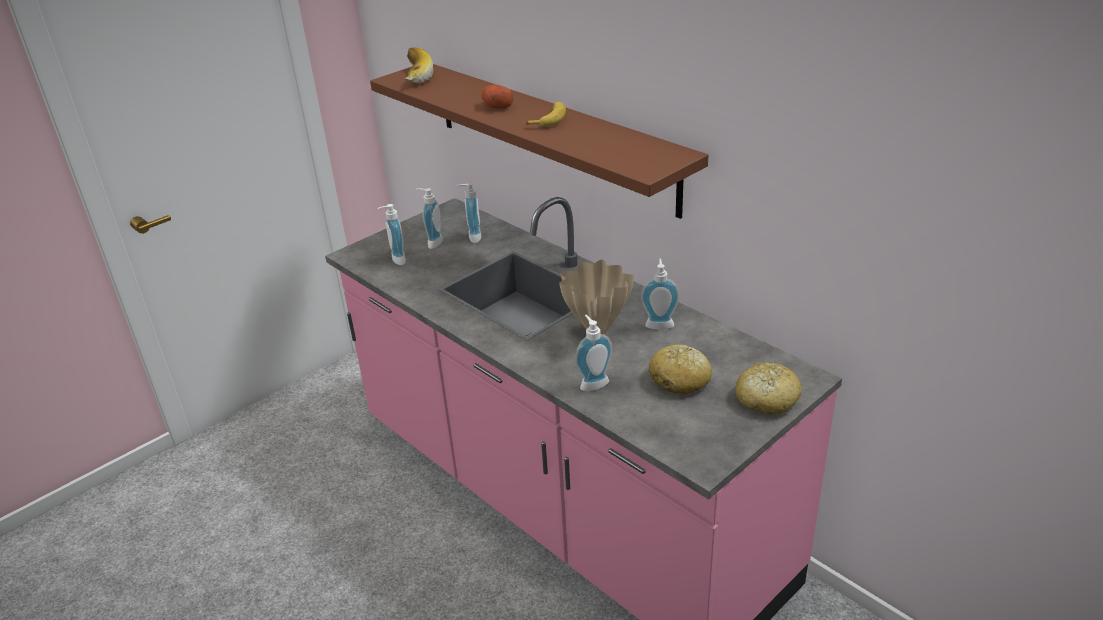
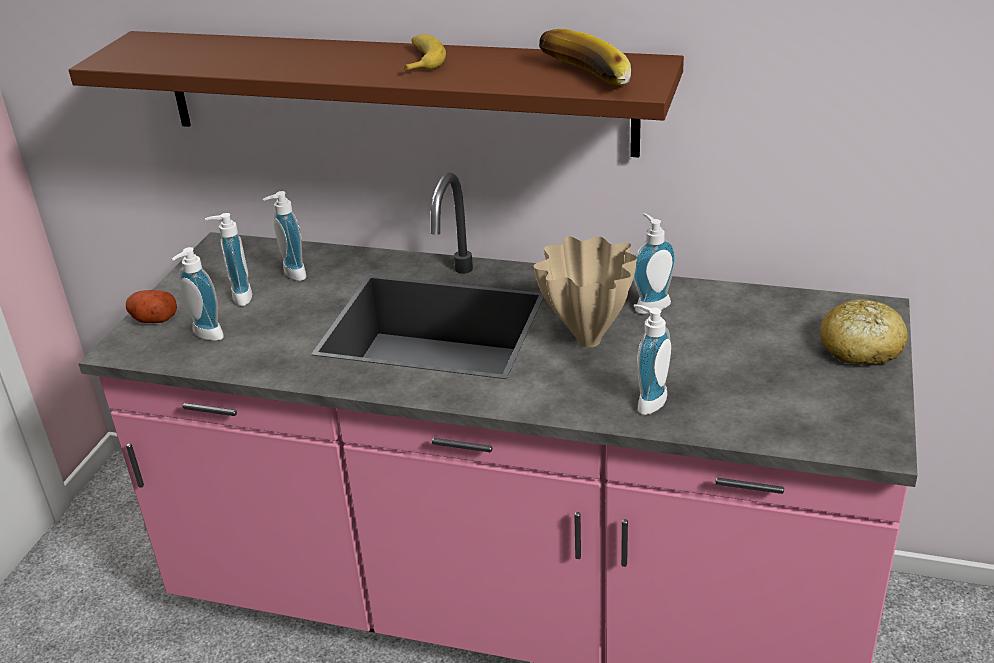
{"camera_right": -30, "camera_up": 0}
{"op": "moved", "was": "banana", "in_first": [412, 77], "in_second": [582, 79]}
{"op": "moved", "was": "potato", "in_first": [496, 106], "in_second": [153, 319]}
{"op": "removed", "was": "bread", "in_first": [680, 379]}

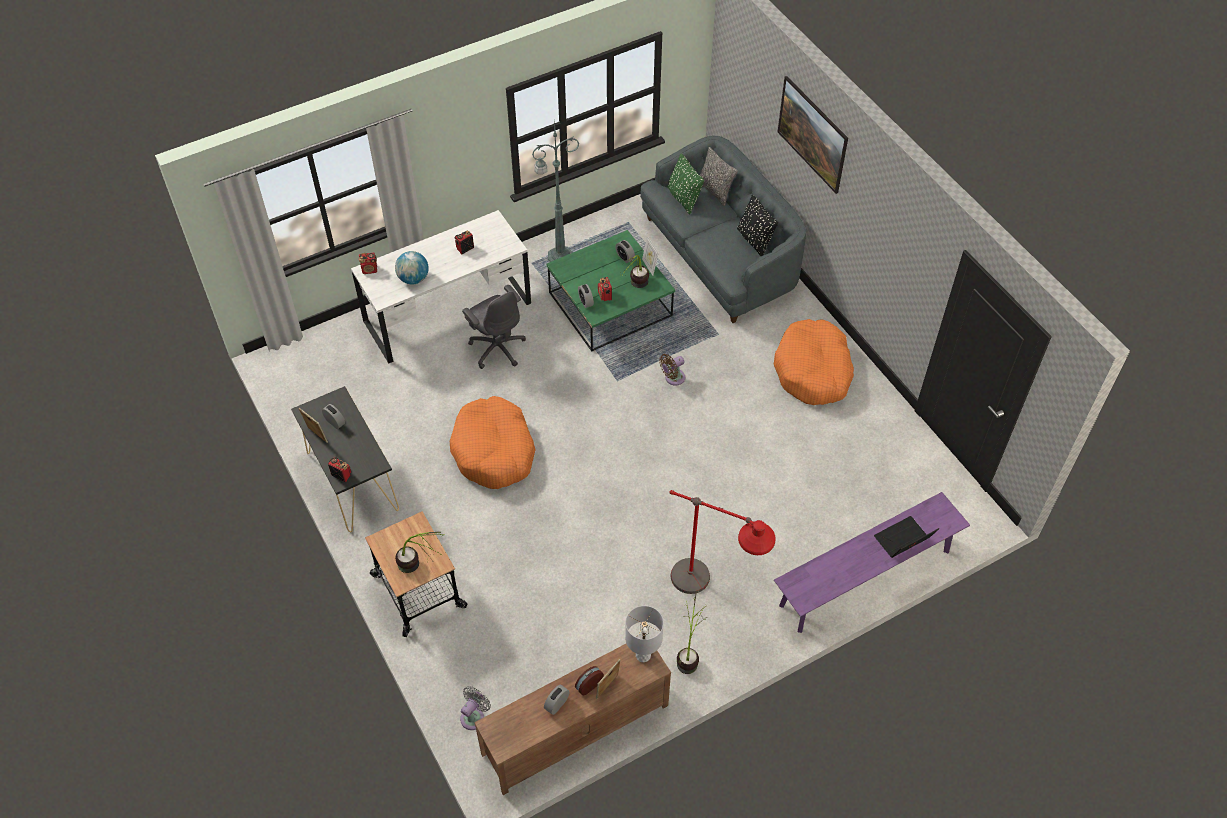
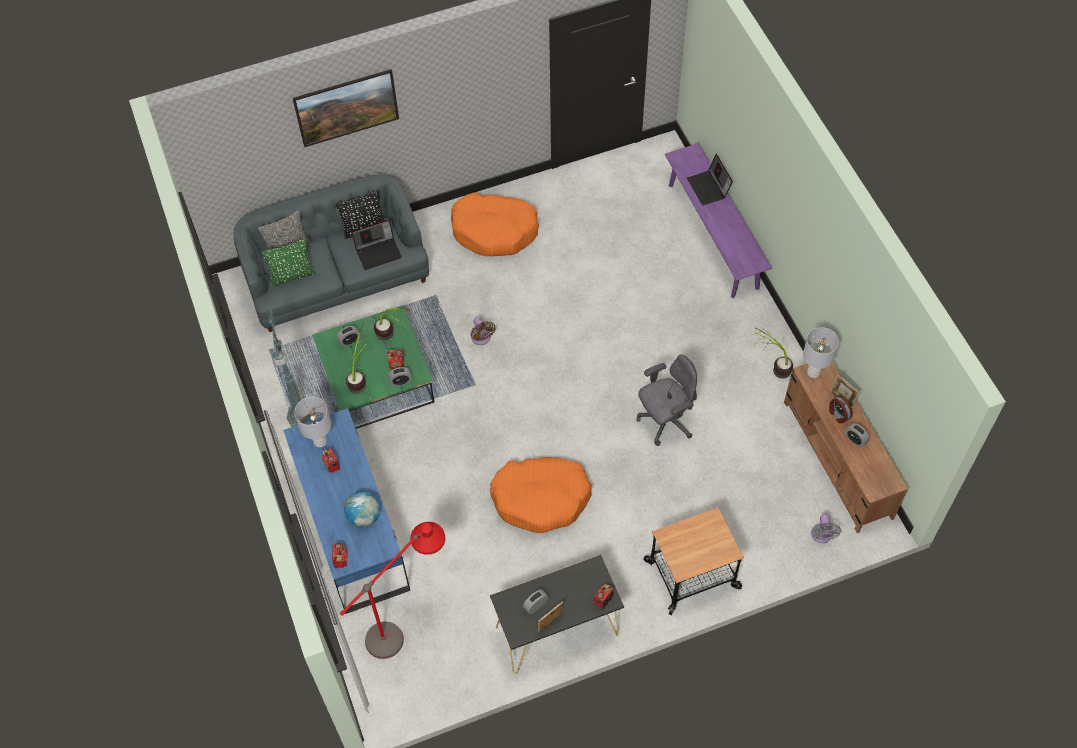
{"camera_right": -80, "camera_up": 5}
{"op": "recoloured", "was": "desk (white)", "now": "desk (blue)", "in_first": [447, 312], "in_second": [352, 528]}
{"op": "moved", "was": "potted plant", "in_first": [421, 566], "in_second": [362, 376]}
{"op": "turned", "was": "fan (grey)", "in_first": [474, 716], "in_second": [821, 536], "clockwise": -135}
{"op": "moved", "was": "office chair (grey)", "in_first": [497, 348], "in_second": [665, 421]}
{"op": "removed", "was": "picture frame", "in_first": [649, 266]}
{"op": "moved", "was": "floor lamp (red)", "in_first": [711, 594], "in_second": [407, 624]}
{"op": "added", "now": "table lamp (grey)", "in_second": [320, 441]}
{"op": "added", "now": "laptop", "in_second": [378, 252]}

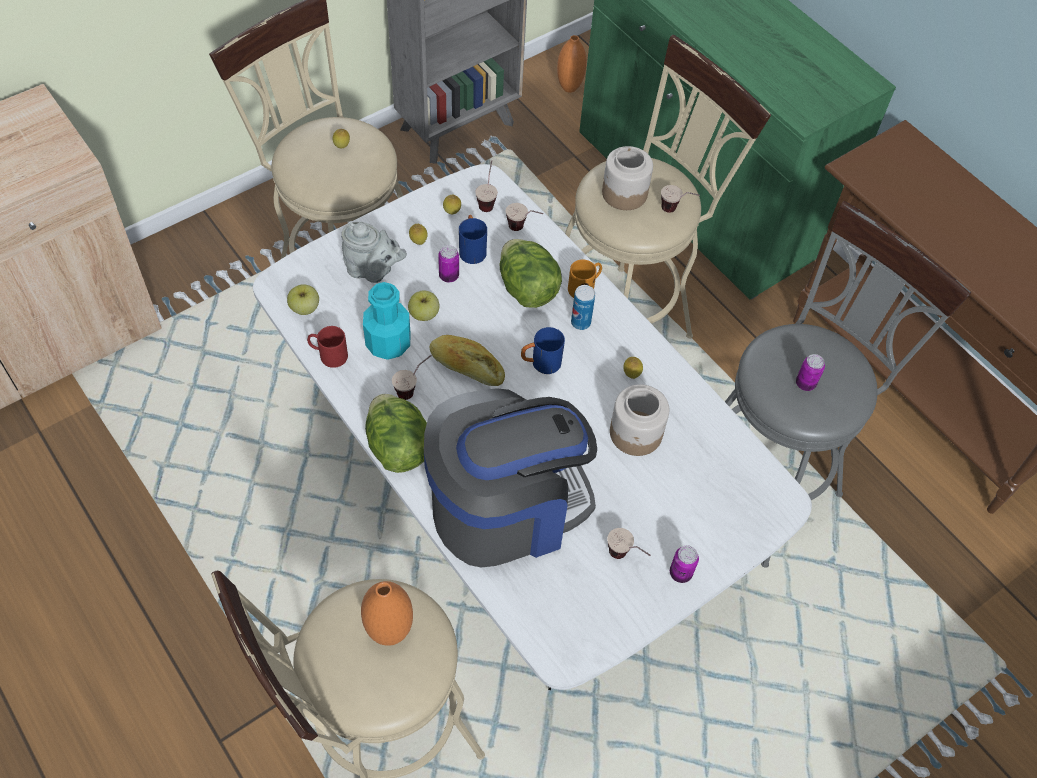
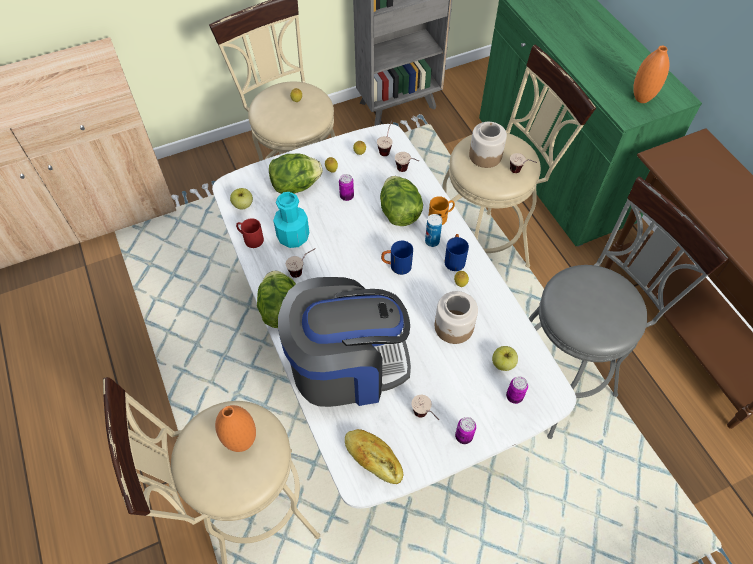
{"camera_right": 15, "camera_up": 0}
{"op": "replaced", "was": "teapot (grey)", "now": "lettuce", "in_first": [373, 271], "in_second": [295, 186]}
{"op": "moved", "was": "apple", "in_first": [424, 314], "in_second": [503, 364]}
{"op": "moved", "was": "bread", "in_first": [466, 367], "in_second": [373, 459]}
{"op": "moved", "was": "mug (blue)", "in_first": [472, 249], "in_second": [454, 259]}
{"op": "moved", "was": "vase (orange)", "in_first": [569, 88], "in_second": [641, 98]}
{"op": "moved", "was": "can", "in_first": [805, 383], "in_second": [514, 396]}

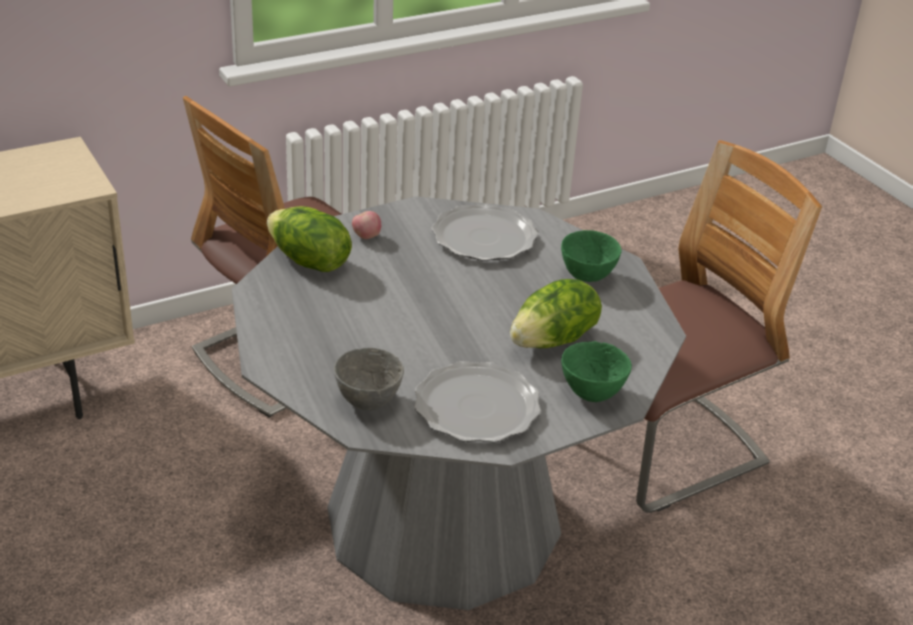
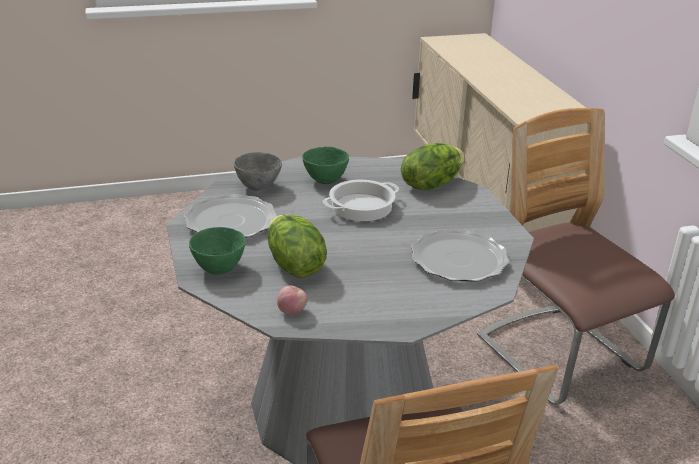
{"camera_right": 105, "camera_up": -5}
{"op": "moved", "was": "apple", "in_first": [366, 237], "in_second": [292, 311]}
{"op": "moved", "was": "bowl (green)", "in_first": [588, 276], "in_second": [325, 181]}
{"op": "added", "now": "cooking pot", "in_second": [361, 206]}

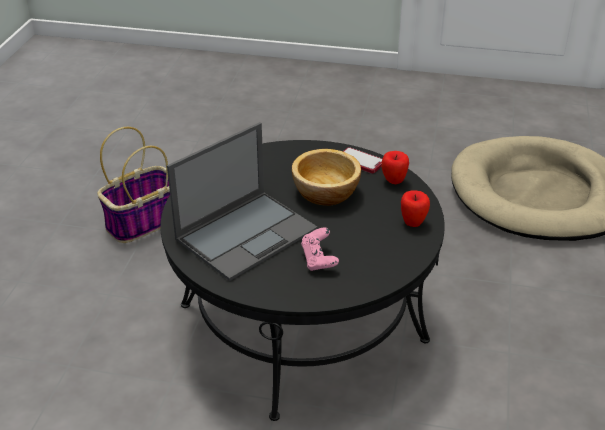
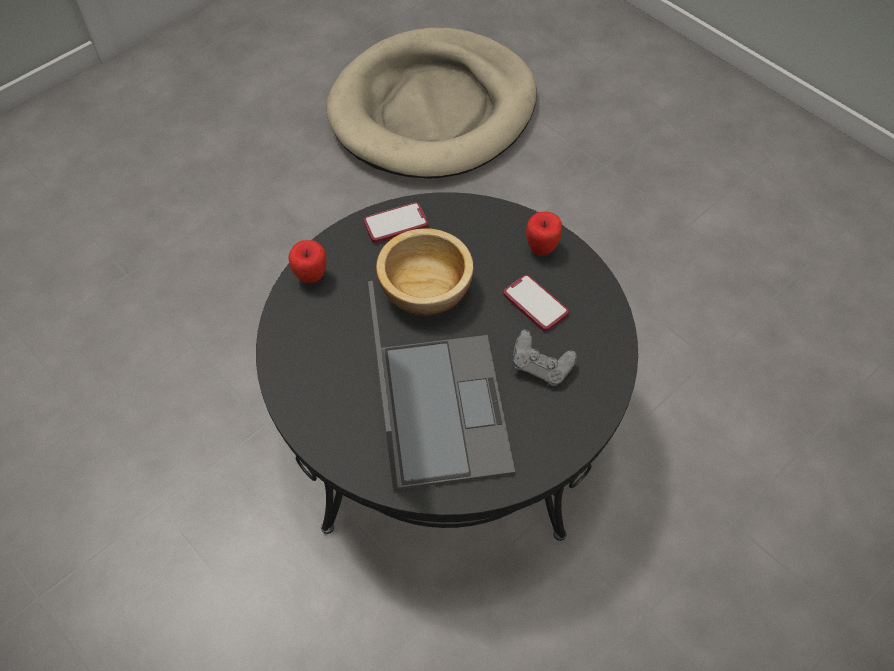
{"camera_right": -55, "camera_up": 20}
{"op": "removed", "was": "basket", "in_first": [144, 221]}
{"op": "recoloured", "was": "game controller (pink)", "now": "game controller (grey)", "in_first": [319, 260], "in_second": [540, 367]}
{"op": "moved", "was": "apple", "in_first": [394, 181], "in_second": [311, 277]}
{"op": "added", "now": "phone", "in_second": [535, 304]}

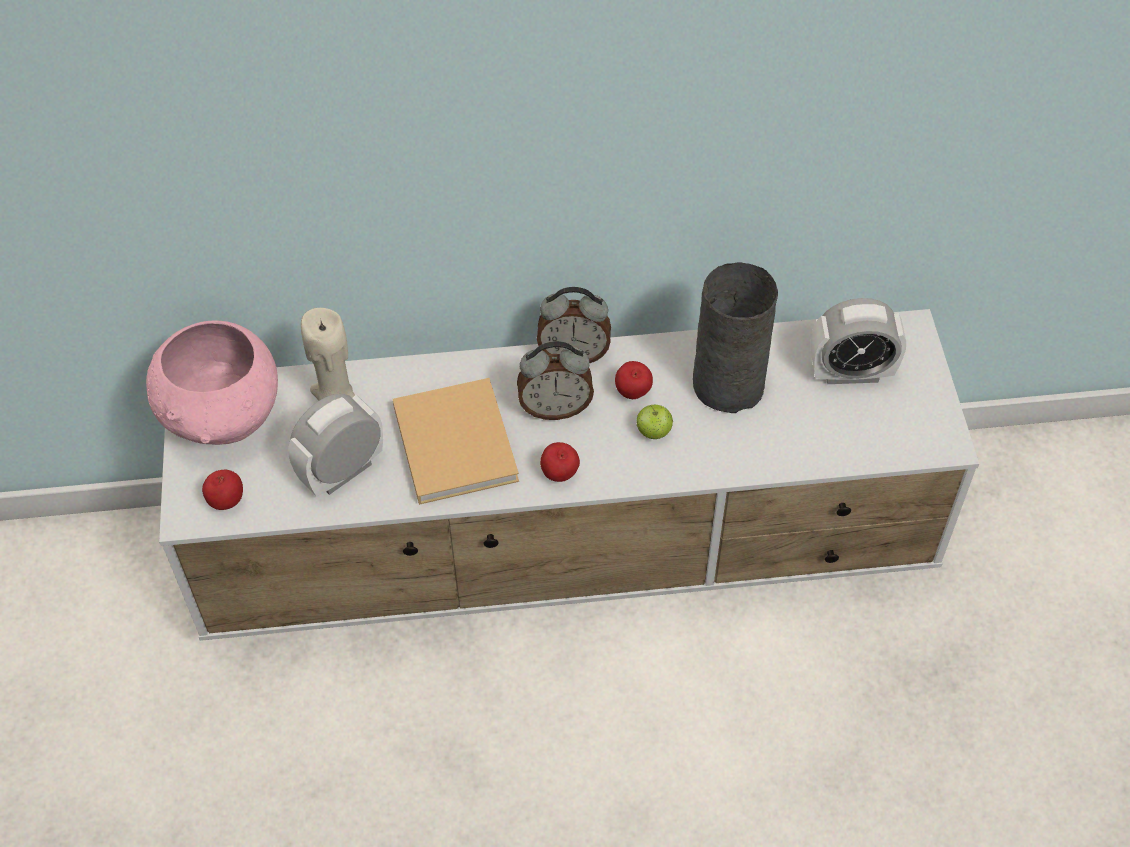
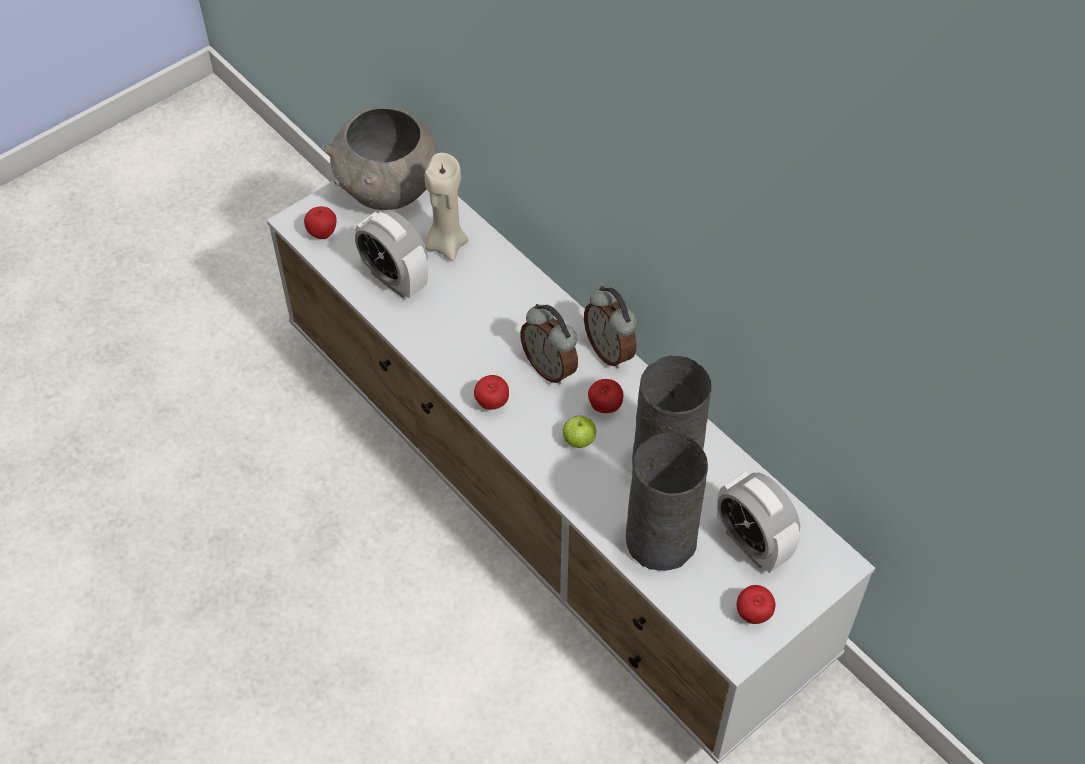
{"camera_right": 55, "camera_up": 0}
{"op": "recoloured", "was": "bowl (pink)", "now": "bowl (grey)", "in_first": [224, 418], "in_second": [388, 192]}
{"op": "turned", "was": "alarm clock", "in_first": [342, 471], "in_second": [395, 279], "clockwise": -150}
{"op": "removed", "was": "book (beige)", "in_first": [454, 440]}
{"op": "added", "now": "vase (grey)", "in_second": [659, 539]}
{"op": "added", "now": "apple", "in_second": [753, 615]}

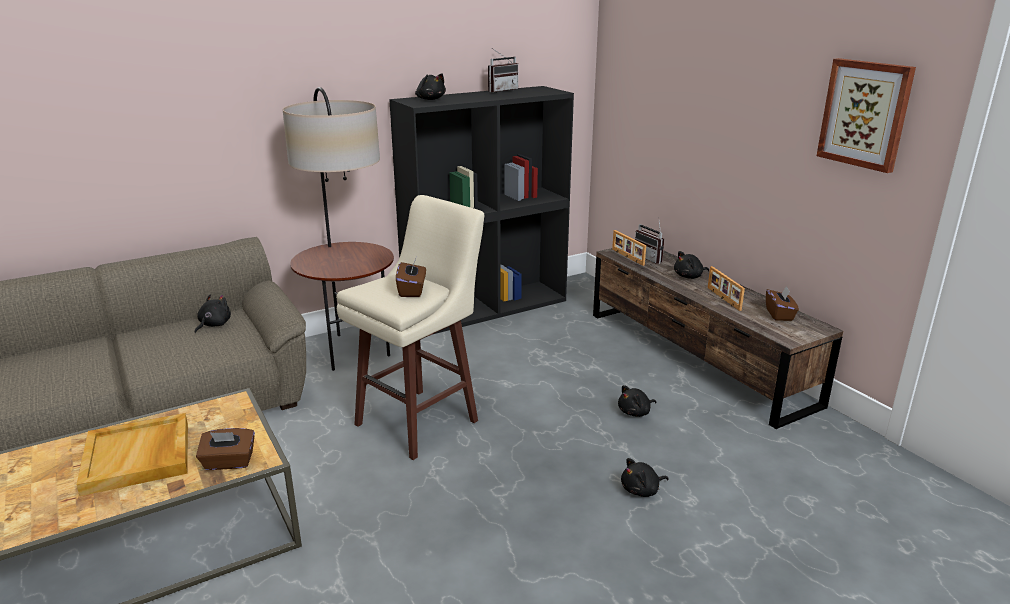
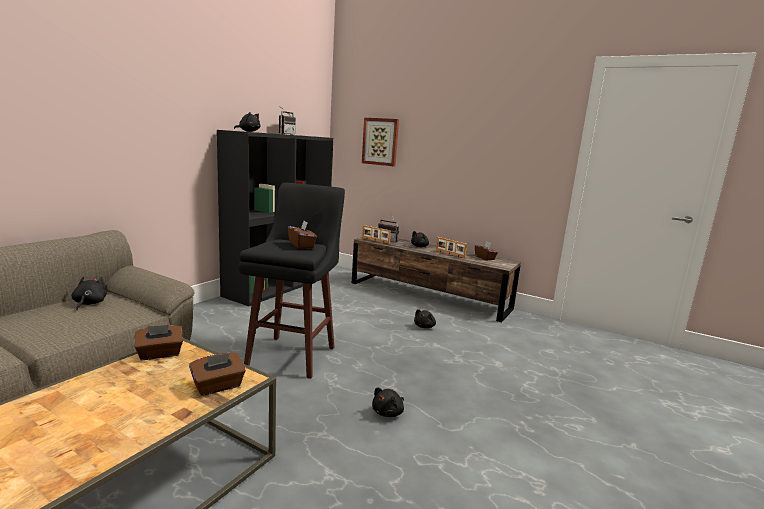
{"camera_right": -30, "camera_up": -10}
{"op": "removed", "was": "tray (beige)", "in_first": [138, 457]}
{"op": "removed", "was": "floor lamp", "in_first": [351, 350]}
{"op": "recoloured", "was": "stool (beige)", "now": "stool (black)", "in_first": [420, 422], "in_second": [293, 355]}
{"op": "moved", "was": "plush toy (black)", "in_first": [642, 490], "in_second": [388, 412]}
{"op": "moved", "was": "picture", "in_first": [865, 114], "in_second": [380, 141]}
{"op": "added", "now": "tissue box (brown)", "in_second": [160, 354]}

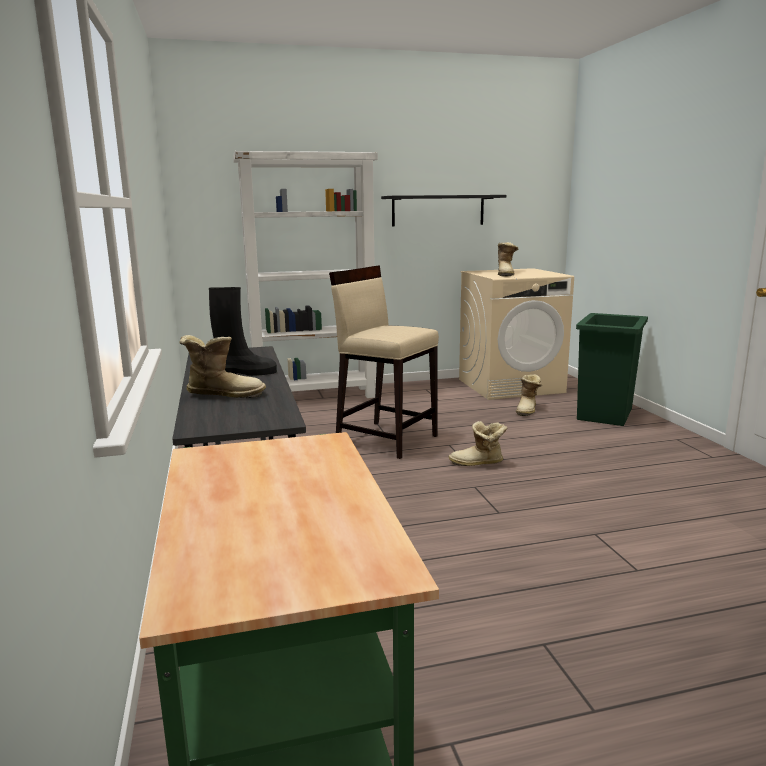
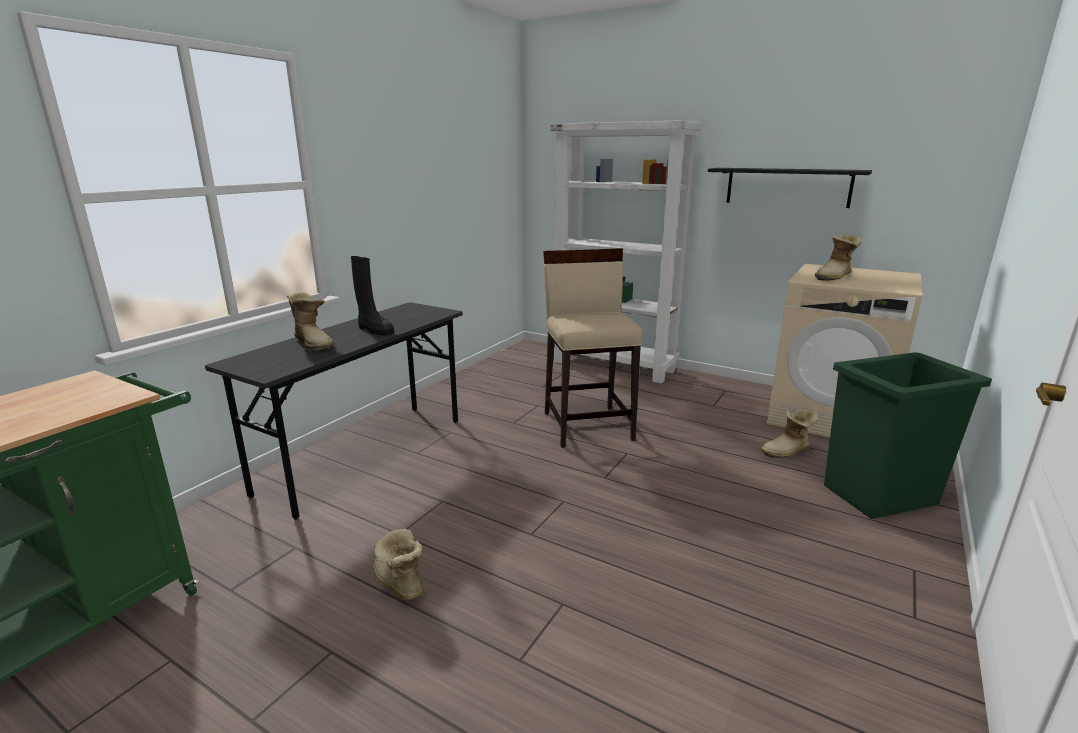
{"camera_right": 45, "camera_up": 5}
{"op": "moved", "was": "boot", "in_first": [478, 463], "in_second": [398, 585]}

